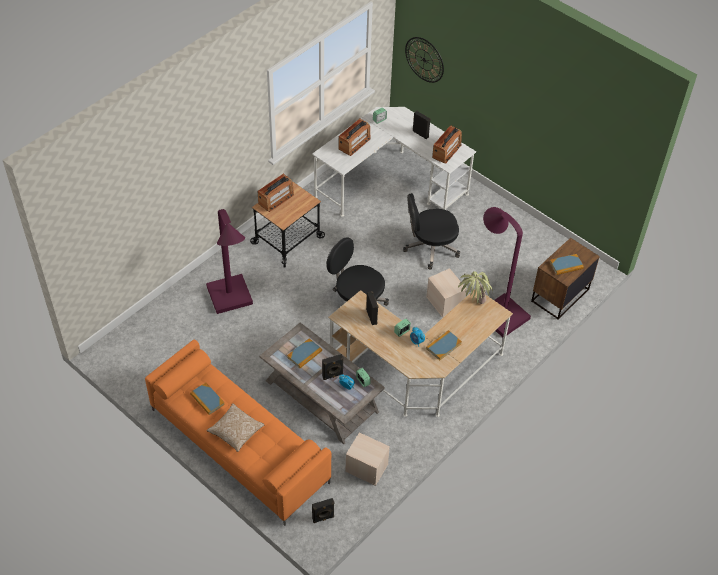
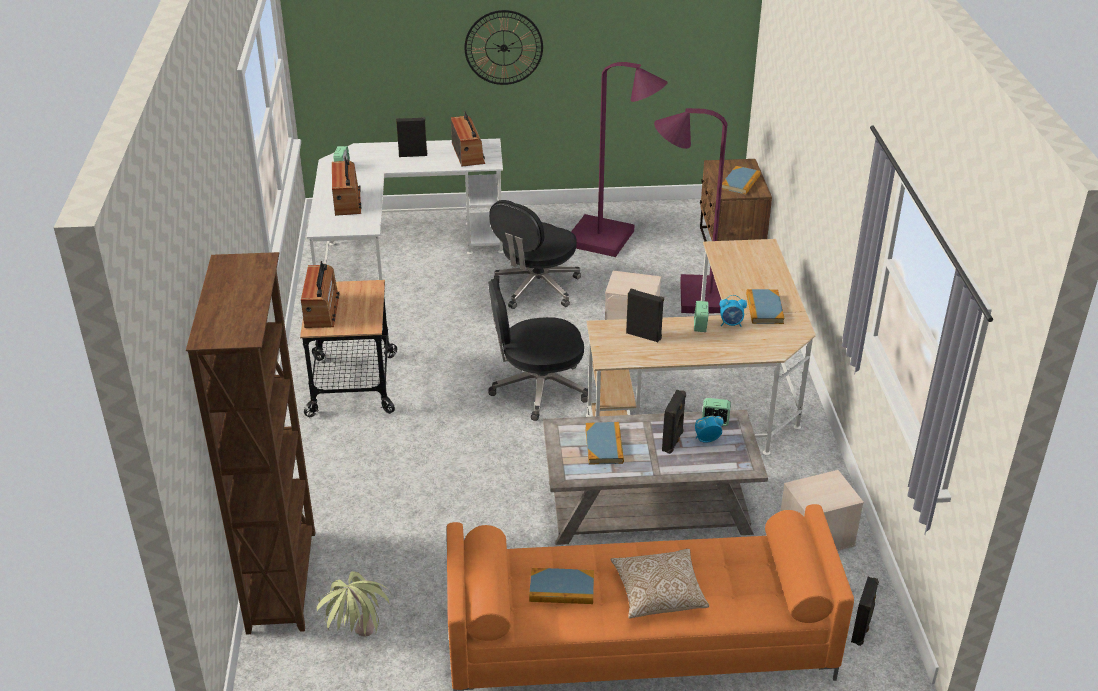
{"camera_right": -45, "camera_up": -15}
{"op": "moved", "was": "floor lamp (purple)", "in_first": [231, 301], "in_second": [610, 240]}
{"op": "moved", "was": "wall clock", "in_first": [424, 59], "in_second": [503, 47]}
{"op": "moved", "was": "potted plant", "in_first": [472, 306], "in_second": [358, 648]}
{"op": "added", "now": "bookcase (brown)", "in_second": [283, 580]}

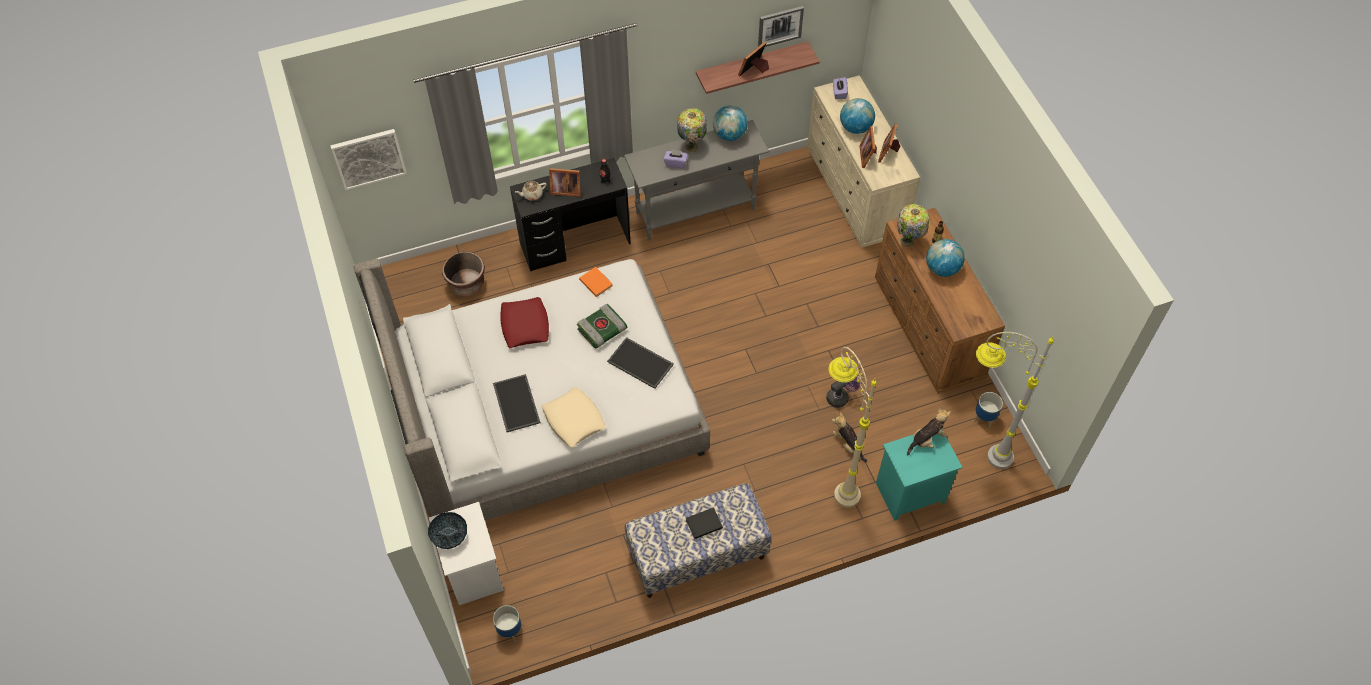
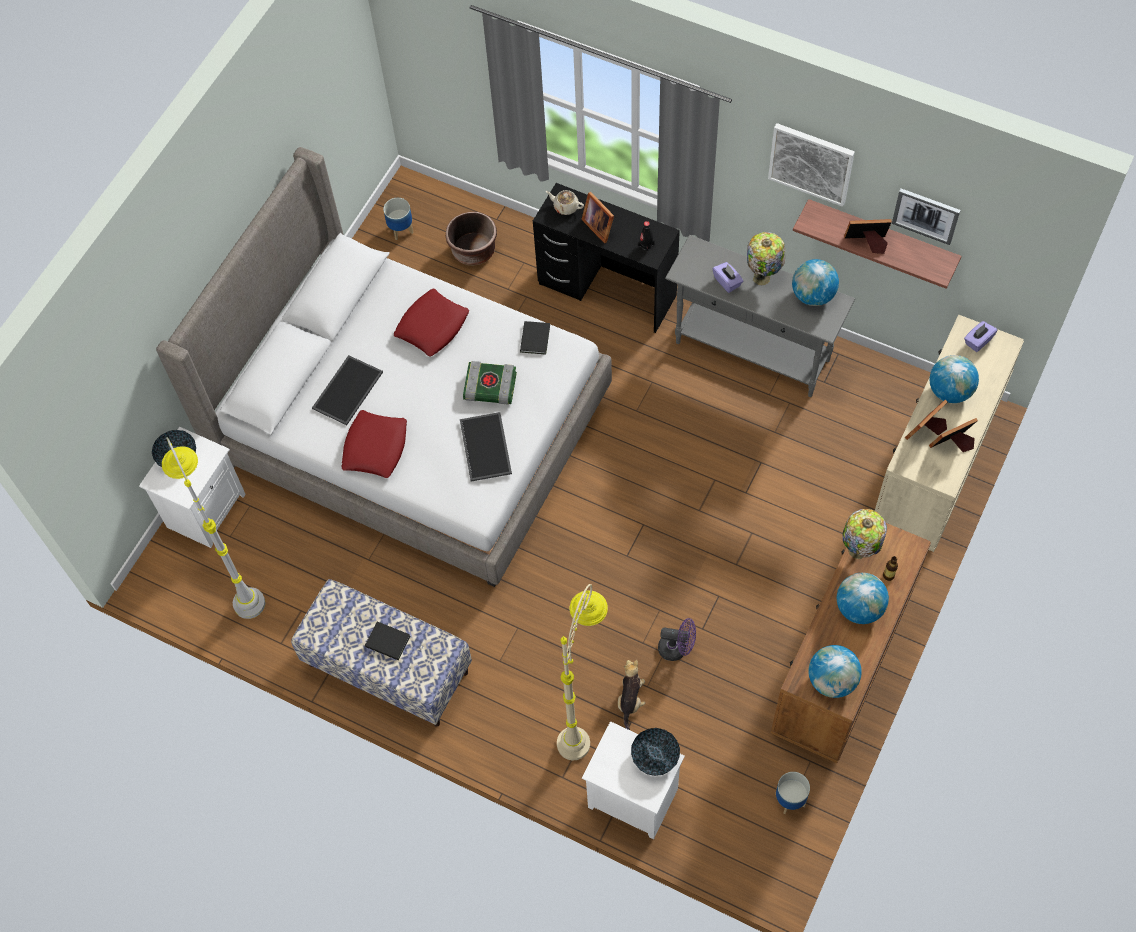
{"camera_right": 50, "camera_up": 5}
{"op": "moved", "was": "picture", "in_first": [368, 158], "in_second": [811, 163]}
{"op": "moved", "was": "planter", "in_first": [509, 630], "in_second": [400, 229]}
{"op": "recoloured", "was": "pillow (beige)", "now": "pillow (red)", "in_first": [573, 420], "in_second": [375, 447]}
{"op": "recoloured", "was": "book (orange)", "now": "book (black)", "in_first": [595, 282], "in_second": [536, 338]}
{"op": "recoloured", "was": "nightstand (turquoise)", "now": "nightstand (white)", "in_first": [909, 494], "in_second": [631, 799]}
{"op": "replaced", "was": "plush toy", "now": "bowl", "in_first": [927, 439], "in_second": [655, 756]}
{"op": "moved", "was": "floor lamp (grey)", "in_first": [977, 451], "in_second": [239, 581]}
{"op": "added", "now": "globe", "in_second": [832, 680]}

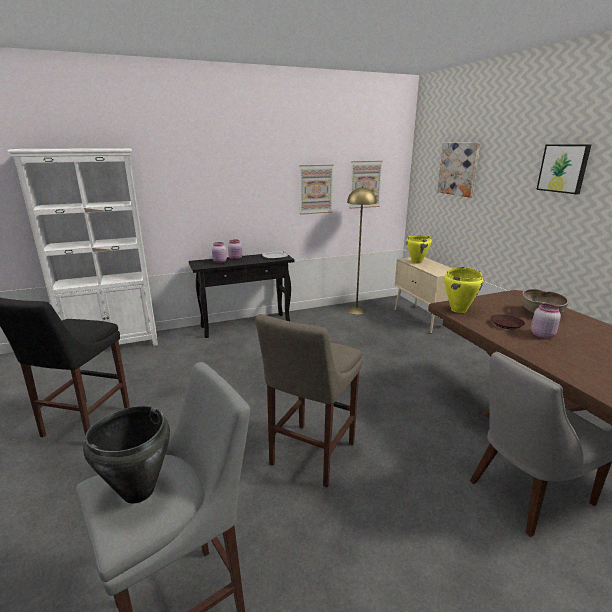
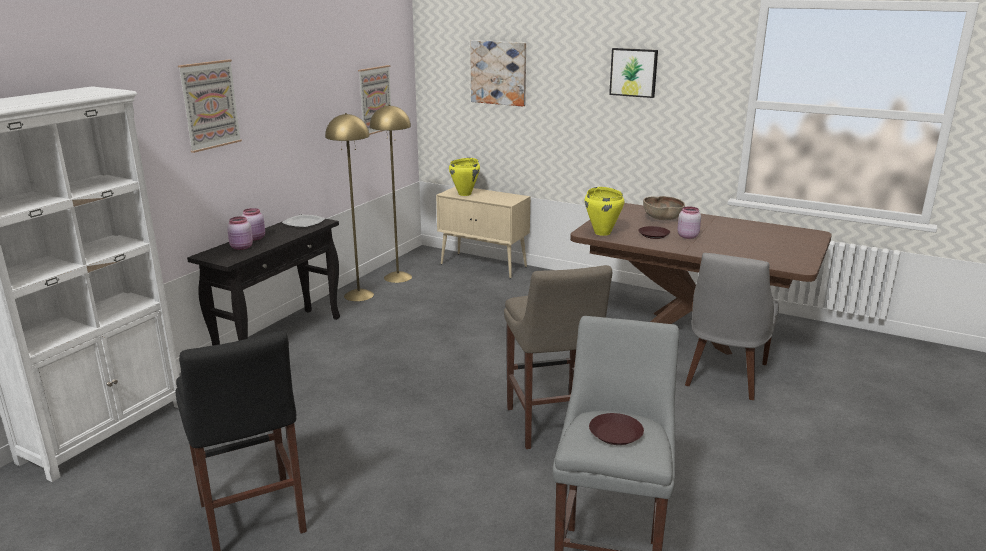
{"camera_right": -40, "camera_up": 0}
{"op": "replaced", "was": "cooking pot (black)", "now": "plate (brown)", "in_first": [137, 491], "in_second": [615, 434]}
{"op": "moved", "was": "picture", "in_first": [316, 189], "in_second": [209, 105]}
{"op": "added", "now": "floor lamp (yellow)", "in_second": [359, 295]}

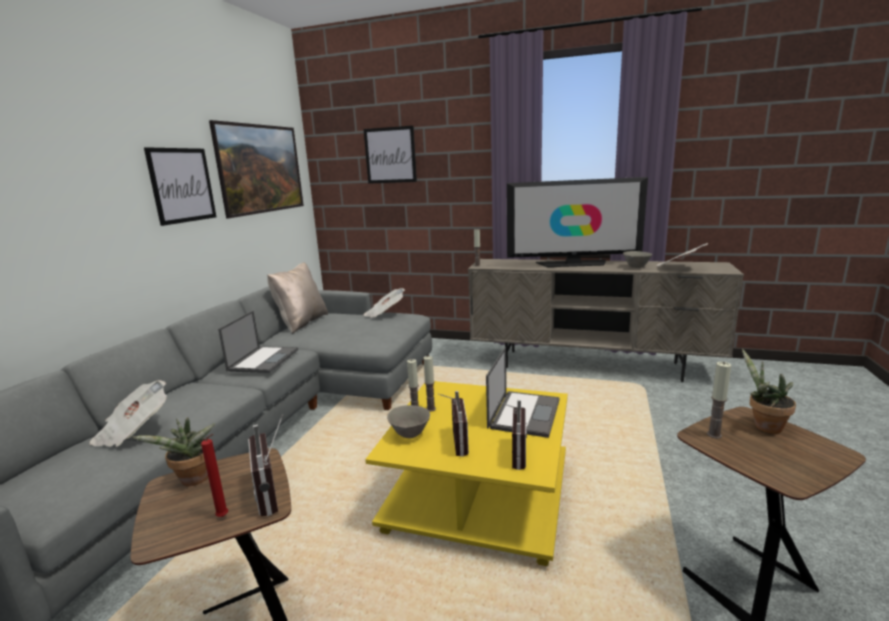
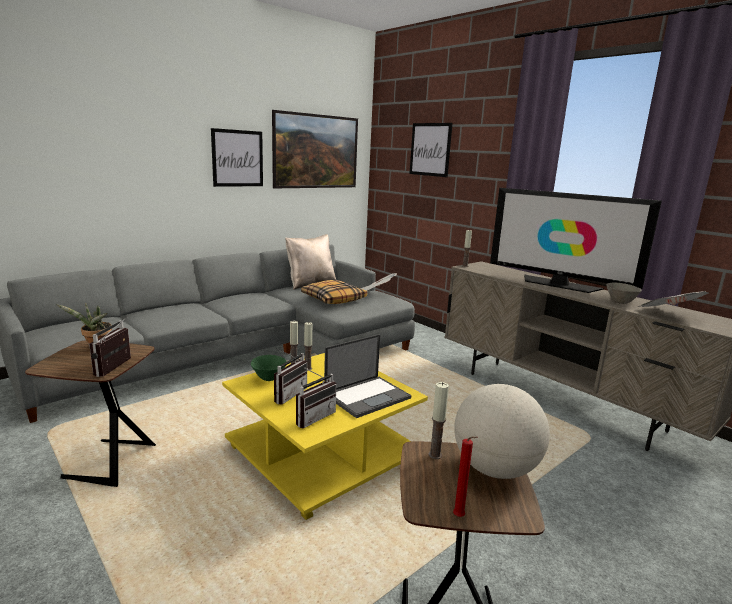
{"camera_right": 30, "camera_up": 0}
{"op": "removed", "was": "newspaper", "in_first": [134, 431]}
{"op": "moved", "was": "candle (red)", "in_first": [224, 517], "in_second": [460, 518]}
{"op": "removed", "was": "laptop", "in_first": [264, 359]}
{"op": "recoloured", "was": "bowl (grey)", "now": "bowl (green)", "in_first": [410, 434], "in_second": [269, 378]}
{"op": "replaced", "was": "potted plant", "now": "globe", "in_first": [763, 426], "in_second": [495, 469]}
{"op": "added", "now": "pillow", "in_second": [333, 299]}

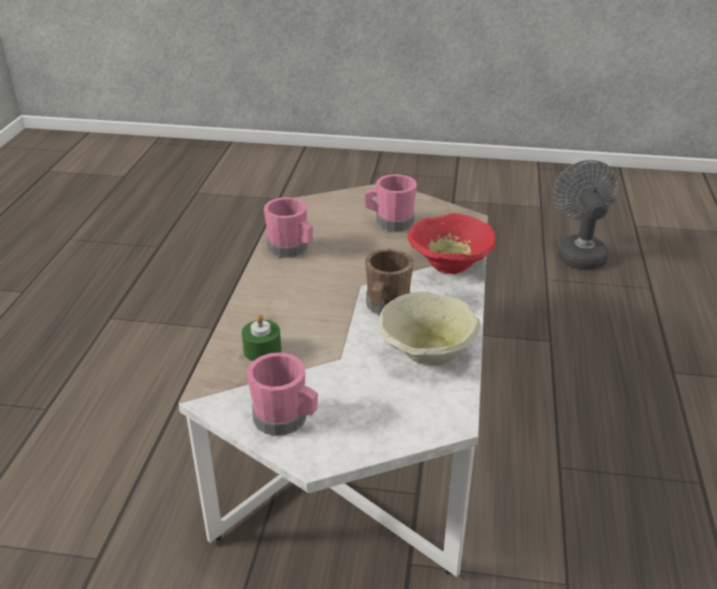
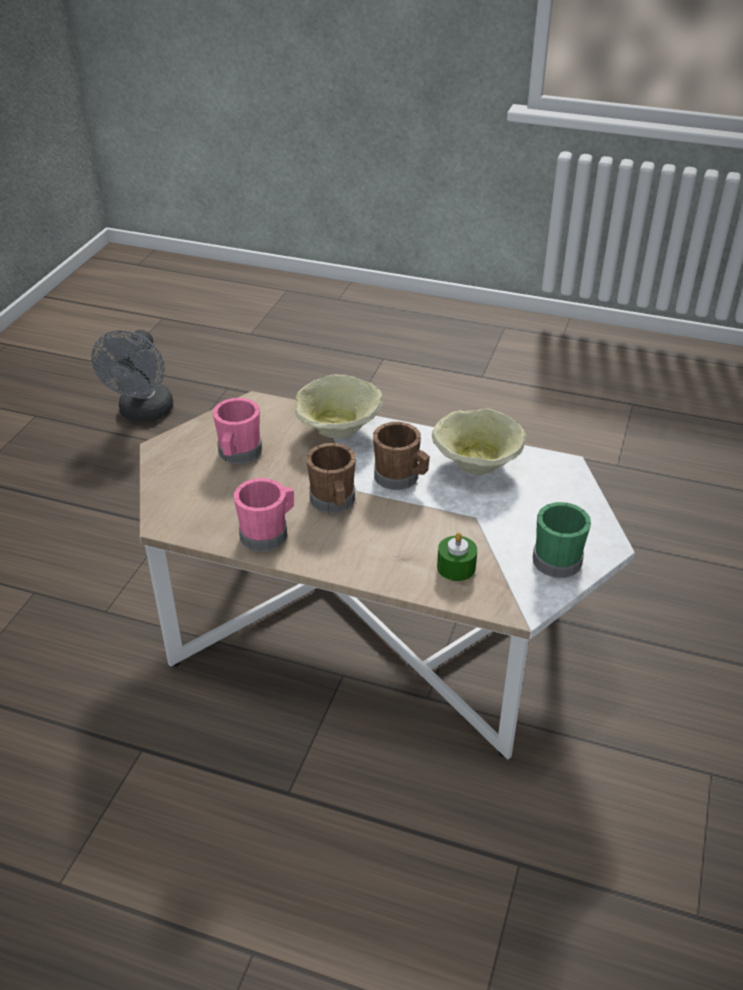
{"camera_right": -80, "camera_up": 5}
{"op": "recoloured", "was": "mug (pink)", "now": "mug (green)", "in_first": [285, 420], "in_second": [560, 558]}
{"op": "recoloured", "was": "bowl (red)", "now": "bowl (beige)", "in_first": [448, 265], "in_second": [338, 430]}
{"op": "turned", "was": "fan (grey)", "in_first": [579, 252], "in_second": [144, 413], "clockwise": -90}
{"op": "added", "now": "mug (brown)", "in_second": [333, 503]}

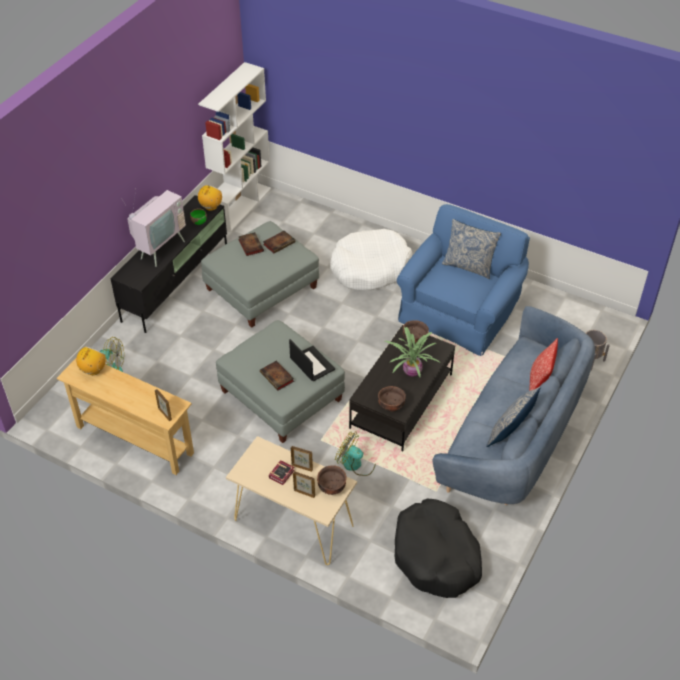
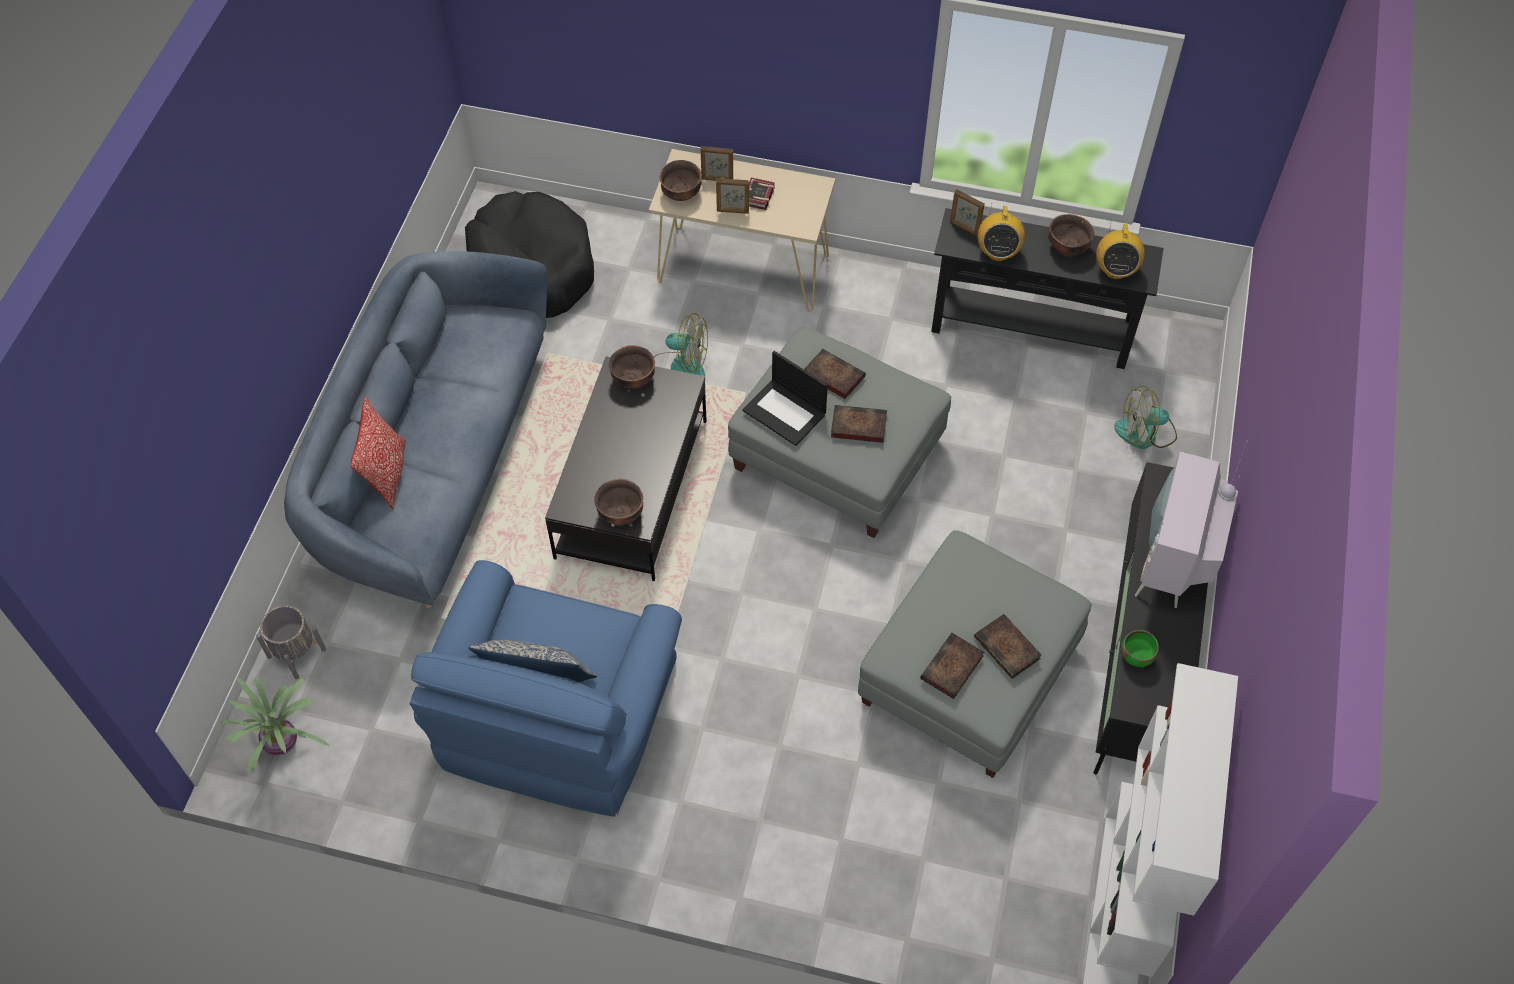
{"camera_right": 165, "camera_up": 10}
{"op": "recoloured", "was": "console table (beige)", "now": "console table (black)", "in_first": [134, 440], "in_second": [1031, 331]}
{"op": "moved", "was": "radio", "in_first": [211, 207], "in_second": [997, 252]}
{"op": "removed", "was": "dog bed (white)", "in_first": [370, 268]}
{"op": "moved", "was": "potted plant", "in_first": [411, 371], "in_second": [282, 744]}
{"op": "removed", "was": "pillow", "in_first": [510, 433]}
{"op": "added", "now": "book", "in_second": [857, 426]}
{"op": "added", "now": "bowl (brown)", "in_second": [1067, 248]}

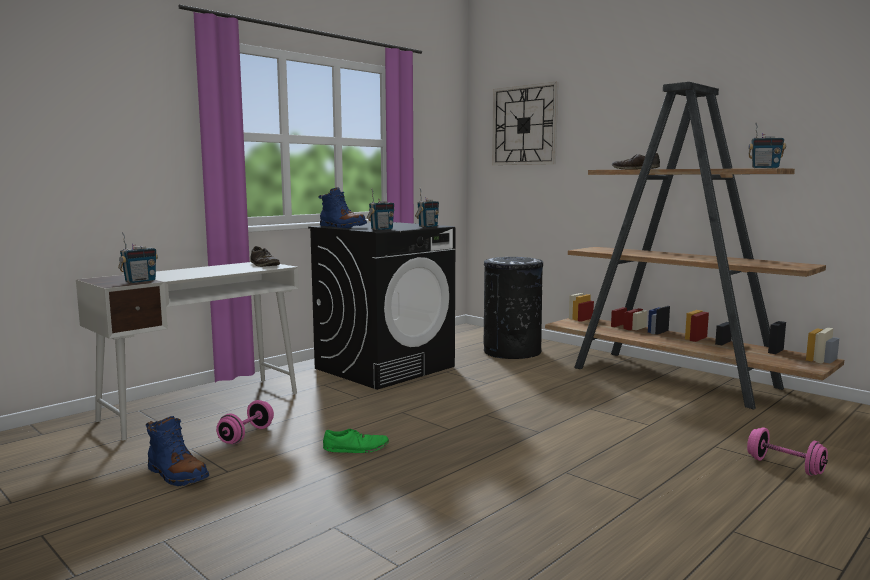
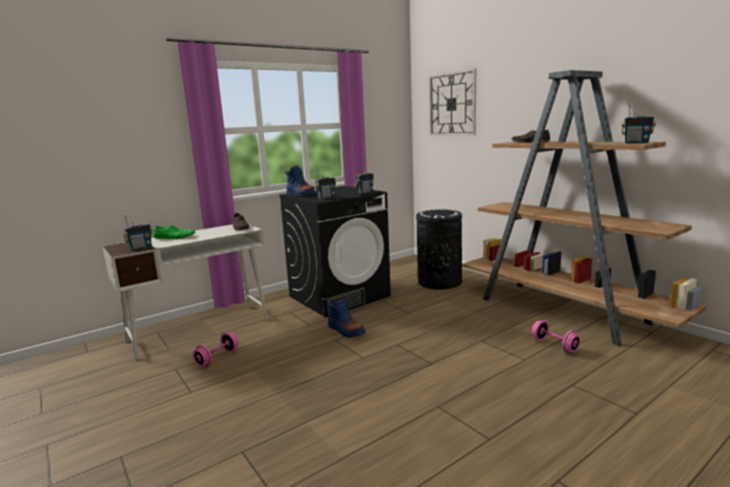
{"camera_right": 10, "camera_up": 5}
{"op": "moved", "was": "boot (blue)", "in_first": [176, 475], "in_second": [345, 331]}
{"op": "moved", "was": "shoe (green)", "in_first": [356, 448], "in_second": [174, 237]}
{"op": "moved", "was": "dumbbell (pink)", "in_first": [785, 466], "in_second": [554, 345]}

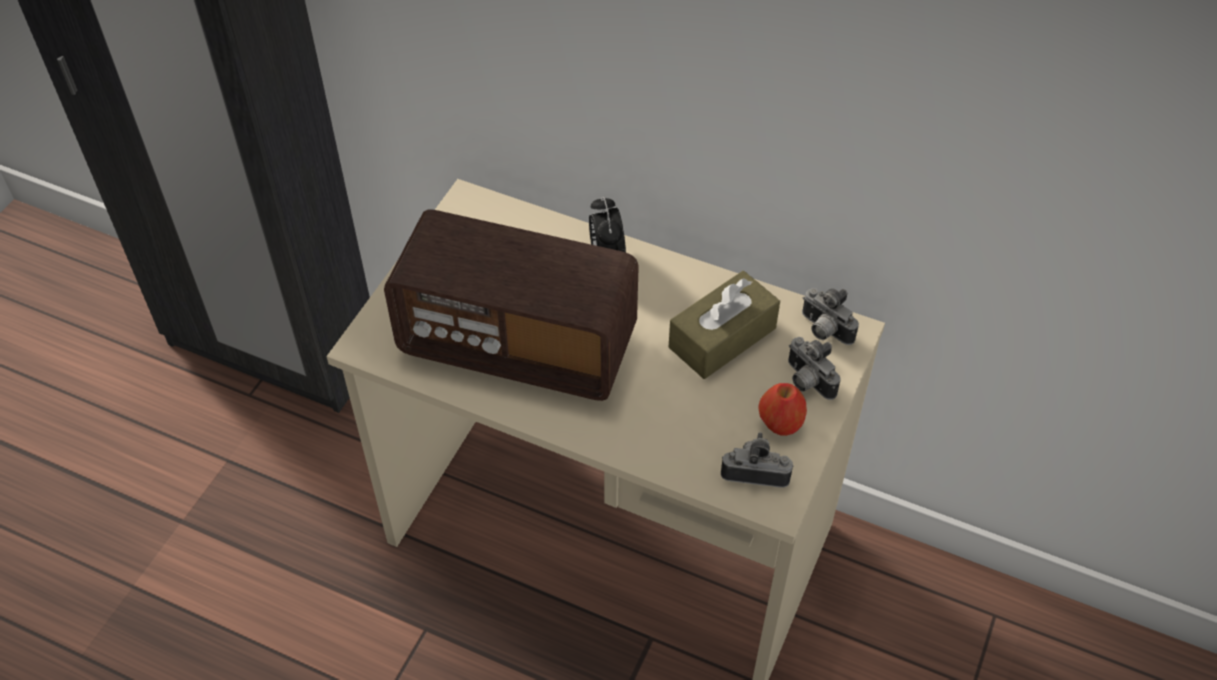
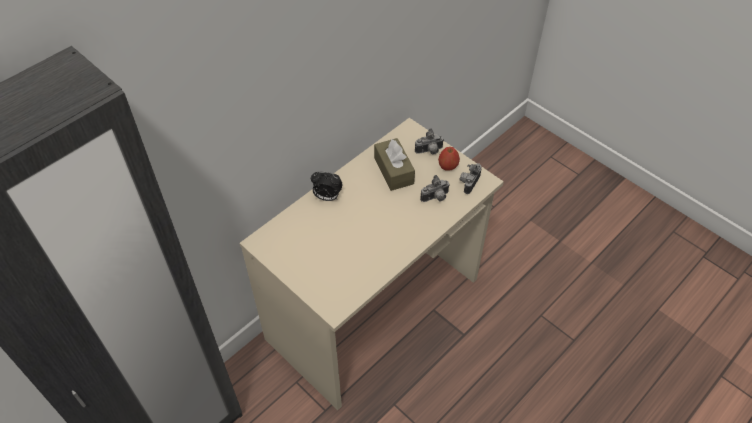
{"camera_right": -70, "camera_up": 0}
{"op": "removed", "was": "radio", "in_first": [518, 344]}
{"op": "moved", "was": "photo camera", "in_first": [823, 331], "in_second": [435, 198]}

